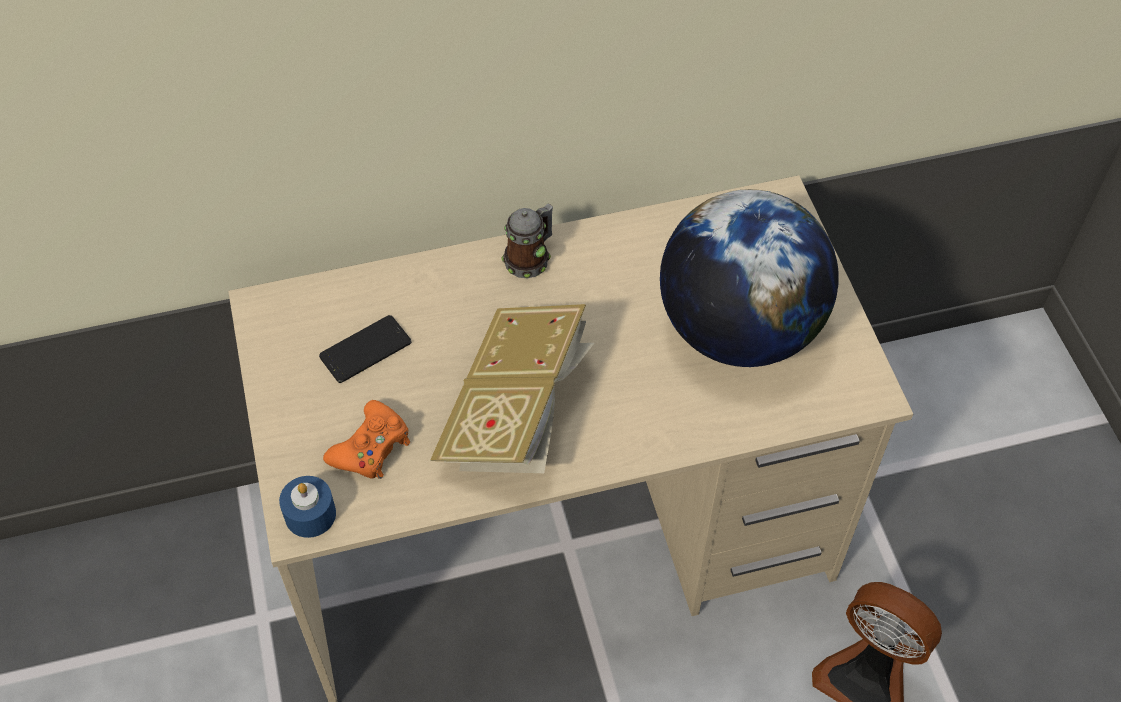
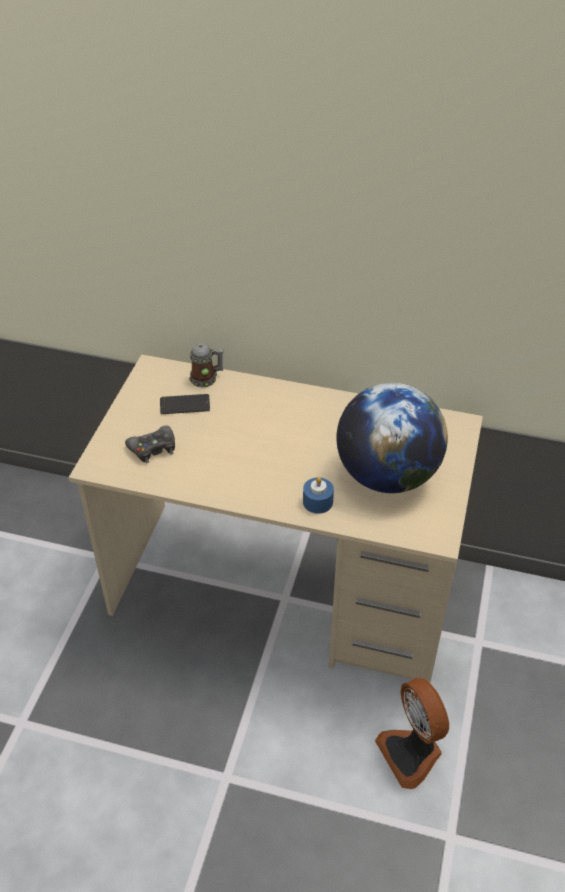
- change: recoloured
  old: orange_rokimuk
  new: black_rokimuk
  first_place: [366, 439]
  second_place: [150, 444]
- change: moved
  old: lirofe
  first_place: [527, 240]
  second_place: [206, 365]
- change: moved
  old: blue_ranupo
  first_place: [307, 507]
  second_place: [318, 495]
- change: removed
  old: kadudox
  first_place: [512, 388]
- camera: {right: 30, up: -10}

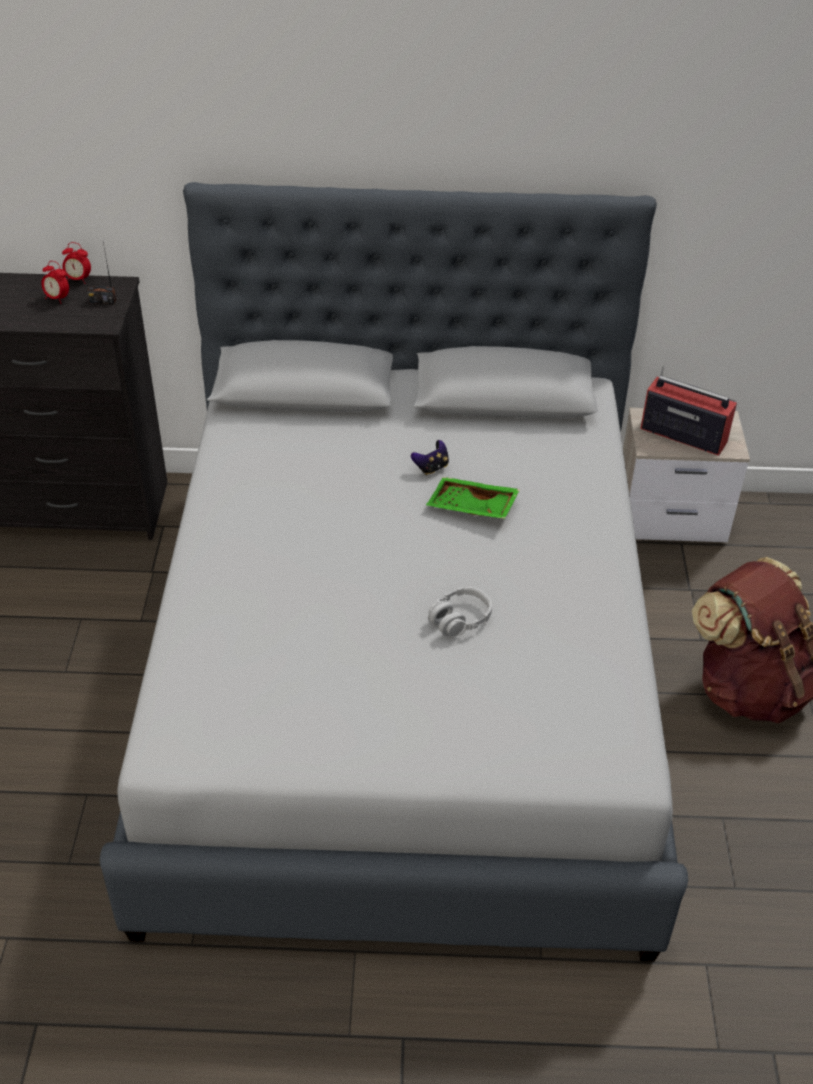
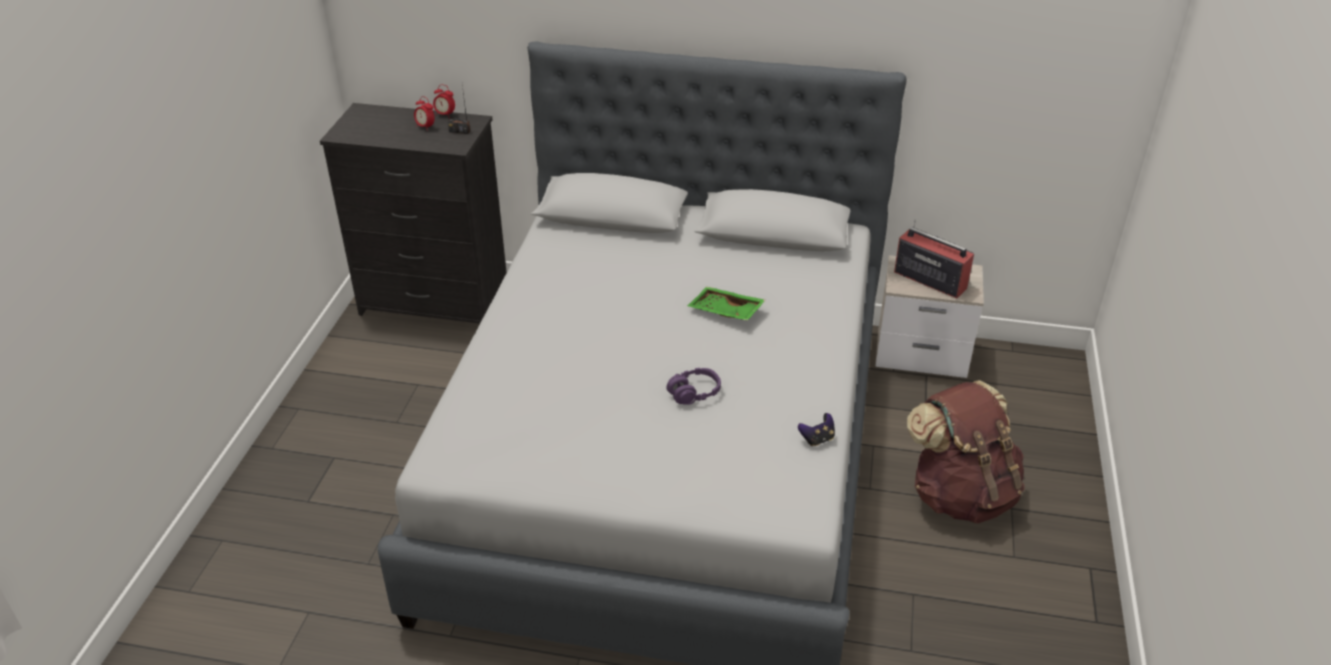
- change: recoloured
  old: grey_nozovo
  new: purple_nozovo
  first_place: [460, 611]
  second_place: [693, 386]
- change: moved
  old: rokimuk
  first_place: [430, 457]
  second_place: [816, 429]
- camera: {right: 10, up: -5}

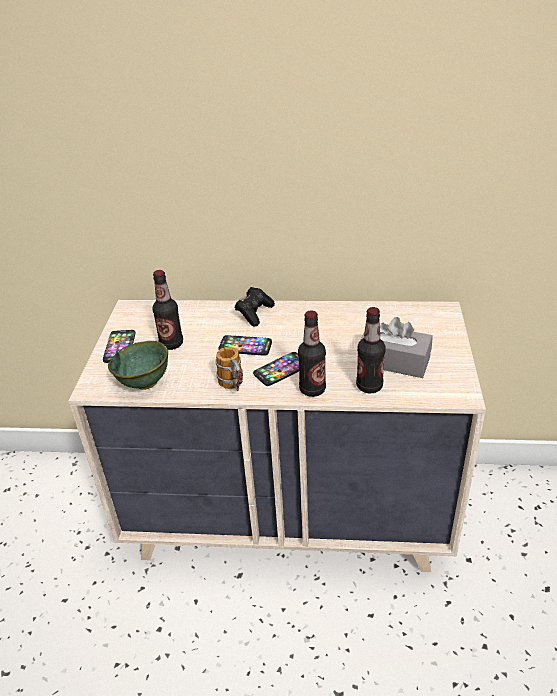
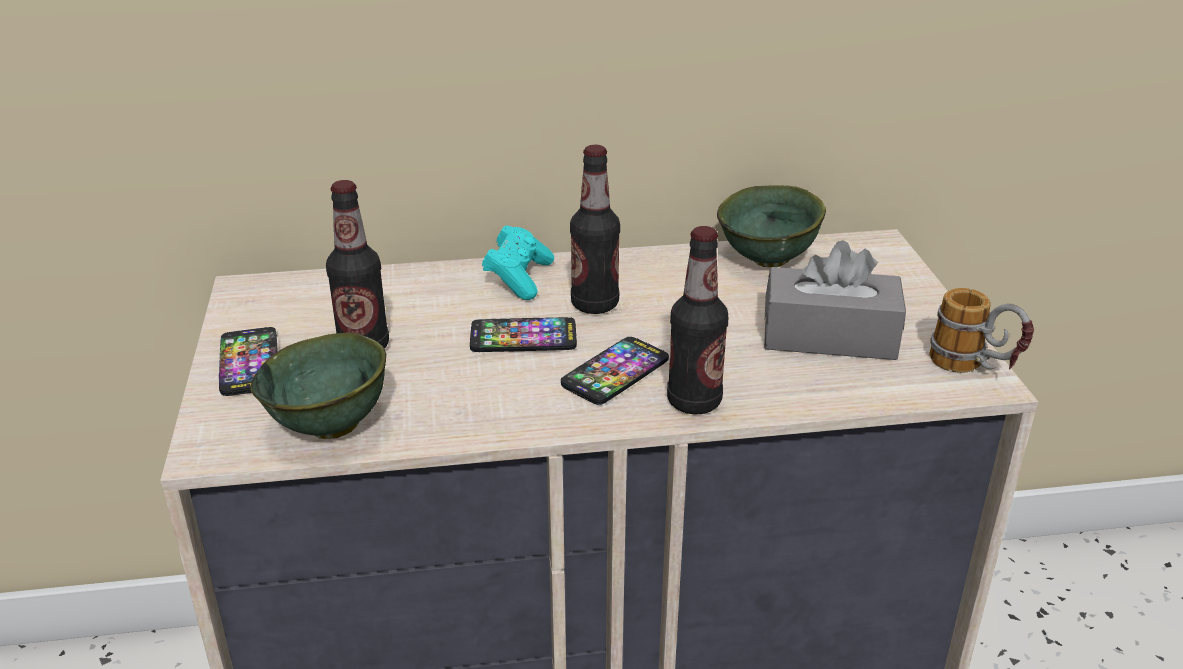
- change: recoloured
  old: black_rokimuk
  new: turquoise_rokimuk
  first_place: [255, 306]
  second_place: [518, 262]
- change: moved
  old: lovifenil
  first_place: [371, 350]
  second_place: [595, 229]
- change: added
  new: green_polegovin
  second_place: [771, 226]
- change: moved
  old: lirofe
  first_place: [229, 369]
  second_place: [981, 330]
- camera: {right: -15, up: -5}

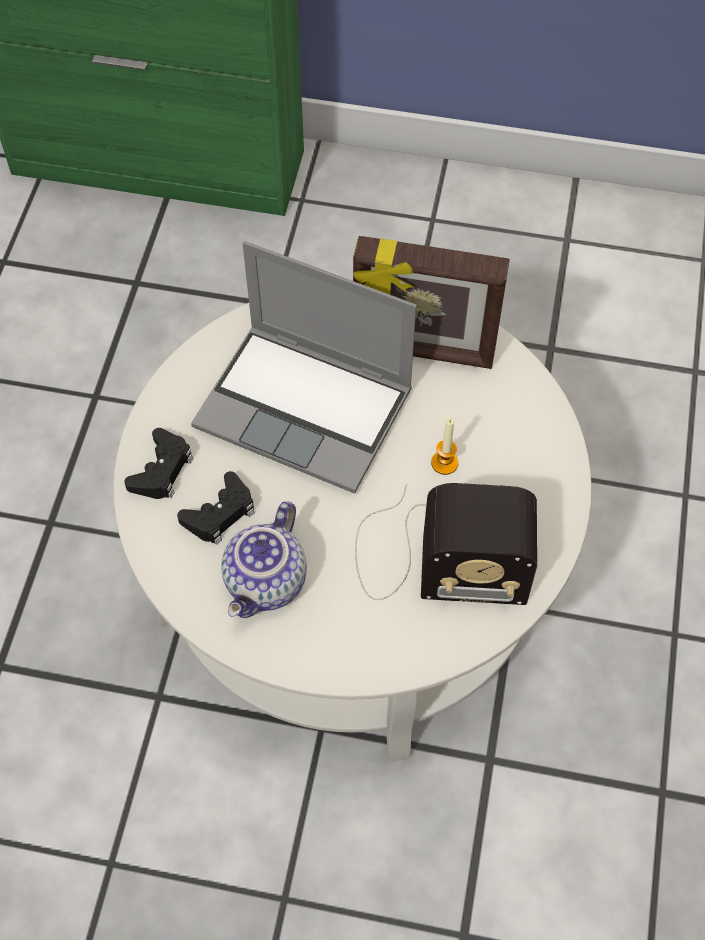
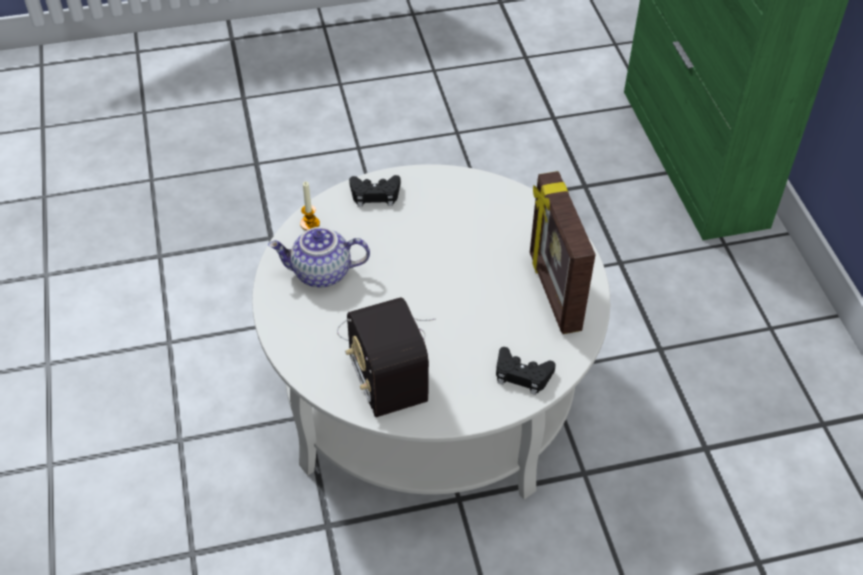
- change: moved
  old: ranupo
  first_place: [445, 446]
  second_place: [310, 206]
- change: moved
  old: black_rokimuk
  first_place: [216, 508]
  second_place: [526, 371]
- change: removed
  old: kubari
  first_place: [303, 367]
- camera: {right: 65, up: -10}

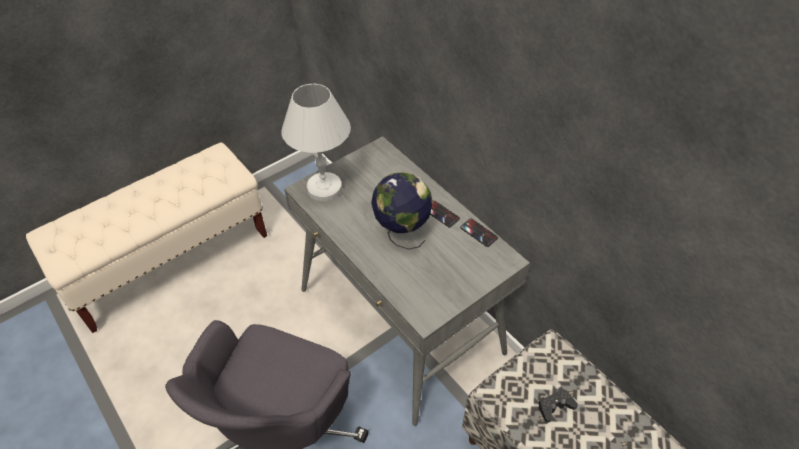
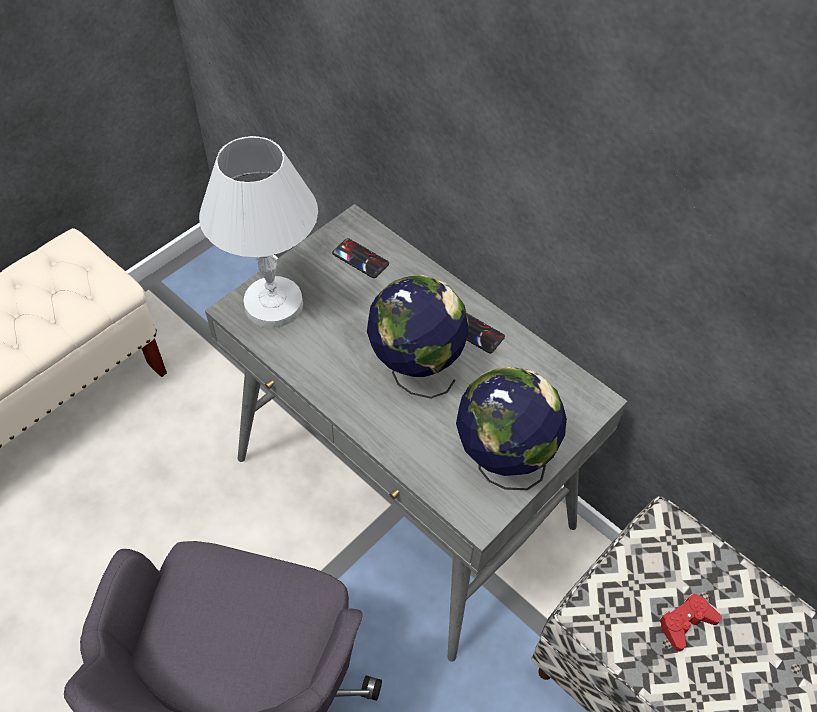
- change: moved
  old: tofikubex
  first_place: [479, 232]
  second_place: [360, 258]
- change: added
  new: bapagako
  second_place: [511, 428]
- change: recoloured
  old: black_rokimuk
  new: red_rokimuk
  first_place: [558, 405]
  second_place: [690, 622]
- camera: {right: -10, up: 5}

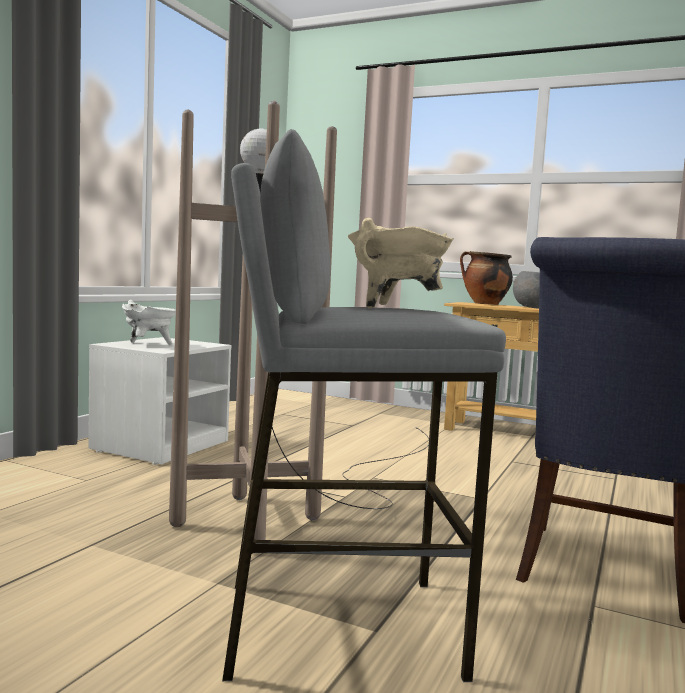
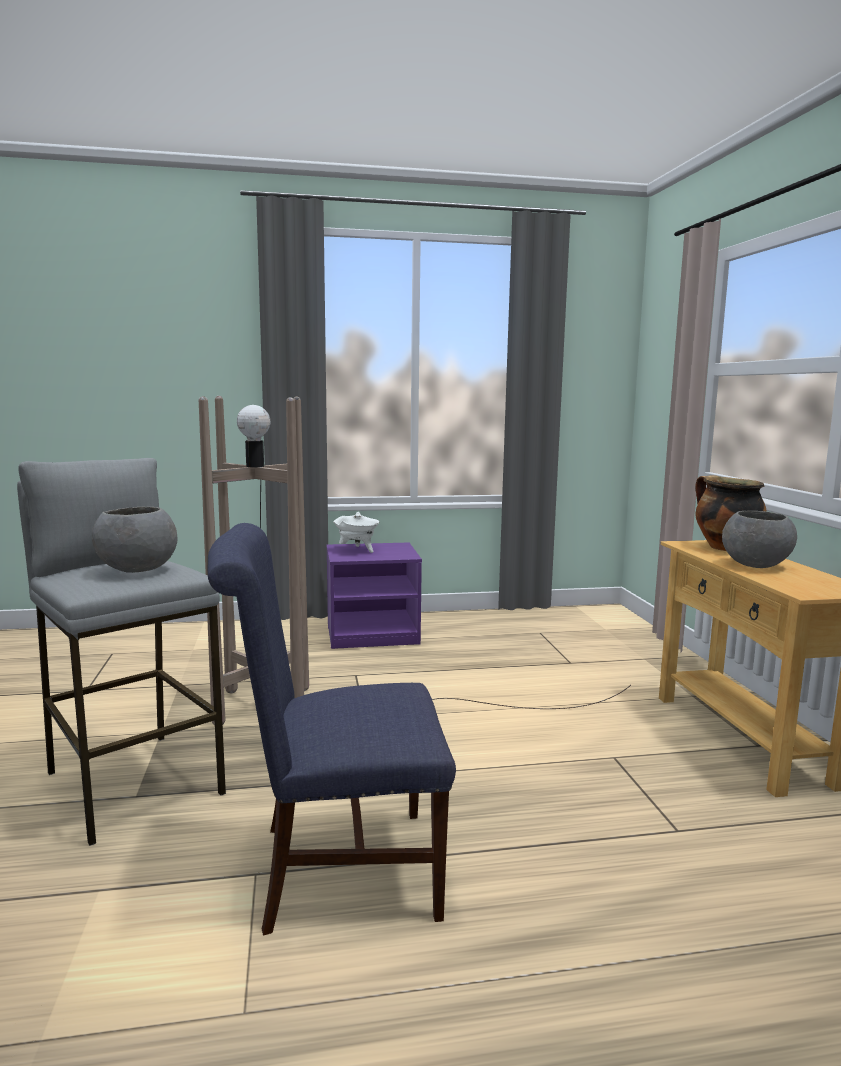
- change: replaced
  old: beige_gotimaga
  new: grey_polegovin
  first_place: [401, 263]
  second_place: [134, 540]
- change: recoloured
  old: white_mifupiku
  new: purple_mifupiku
  first_place: [159, 401]
  second_place: [374, 595]
- camera: {right: 55, up: 5}

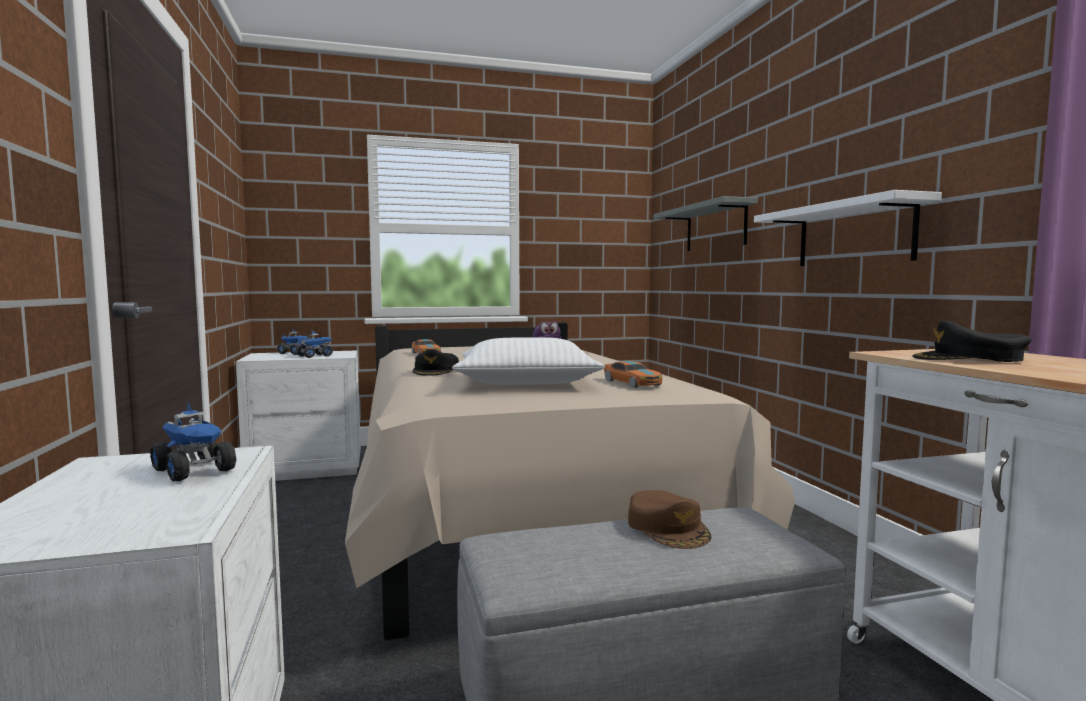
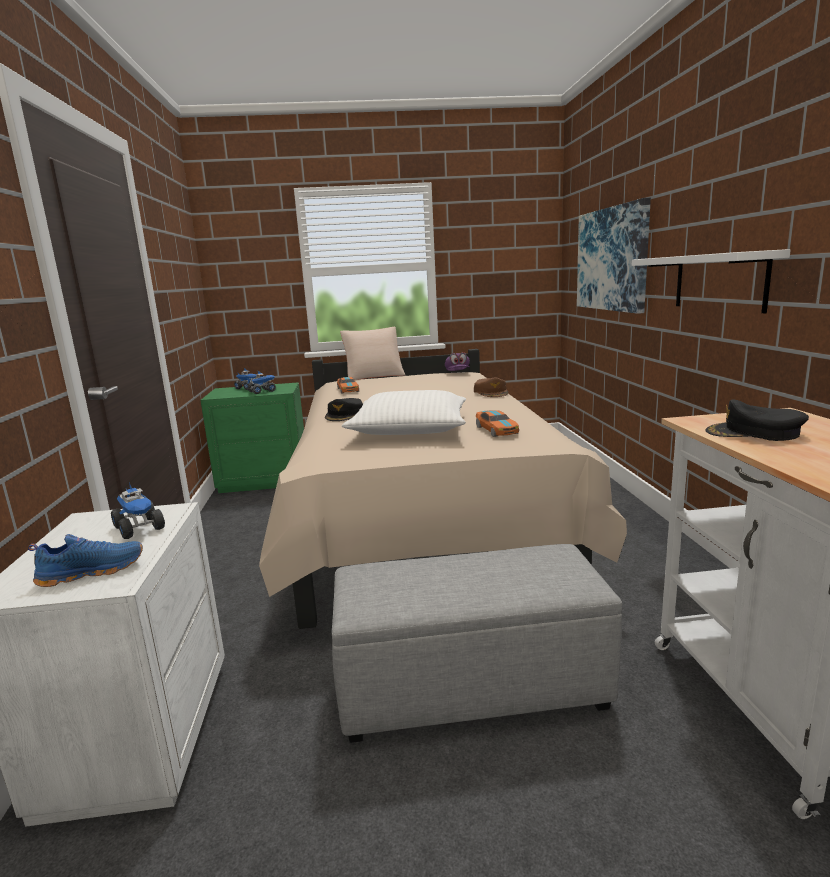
- change: added
  new: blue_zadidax
  second_place: [85, 560]
- change: recoloured
  old: white_mifupiku
  new: green_mifupiku
  first_place: [298, 415]
  second_place: [252, 437]
- change: added
  new: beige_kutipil
  second_place: [372, 353]
- change: moved
  old: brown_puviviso
  first_place: [670, 519]
  second_place: [491, 387]
- change: replaced
  old: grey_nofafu
  new: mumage
  first_place: [705, 223]
  second_place: [614, 255]
- camera: {right: 10, up: 10}

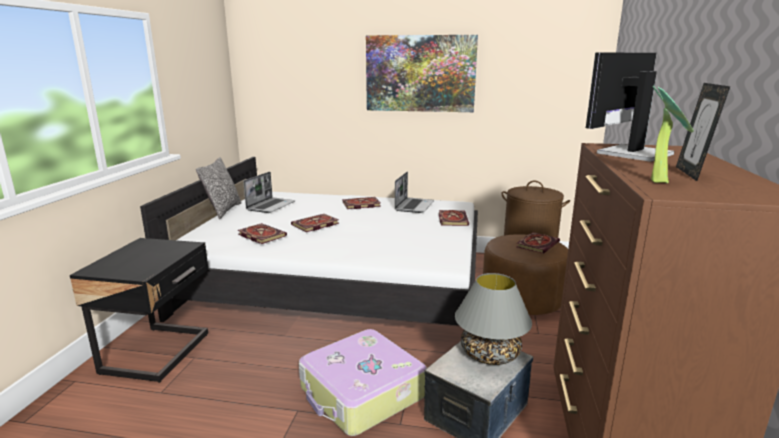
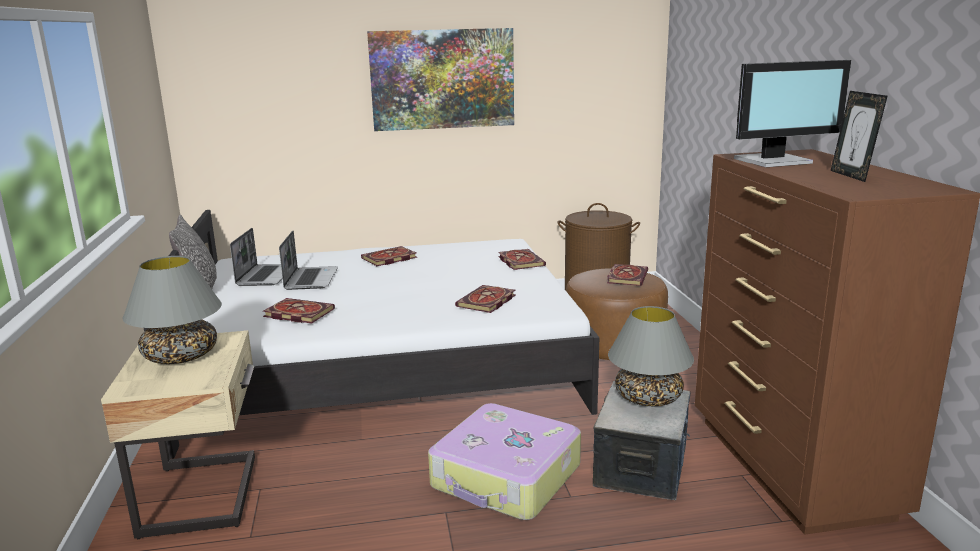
- change: recoloured
  old: black_mifupiku
  new: beige_mifupiku
  first_place: [139, 310]
  second_place: [178, 434]
- change: added
  new: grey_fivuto
  second_place: [172, 310]
- change: moved
  old: kubari
  first_place: [414, 192]
  second_place: [308, 260]
- change: moved
  old: kadudox
  first_place: [315, 223]
  second_place: [485, 299]
- change: turned
  old: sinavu
  first_place: [630, 107]
  second_place: [792, 113]
  degrees: -135
- change: removed
  old: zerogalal
  first_place: [672, 134]
- camera: {right: -20, up: 0}

